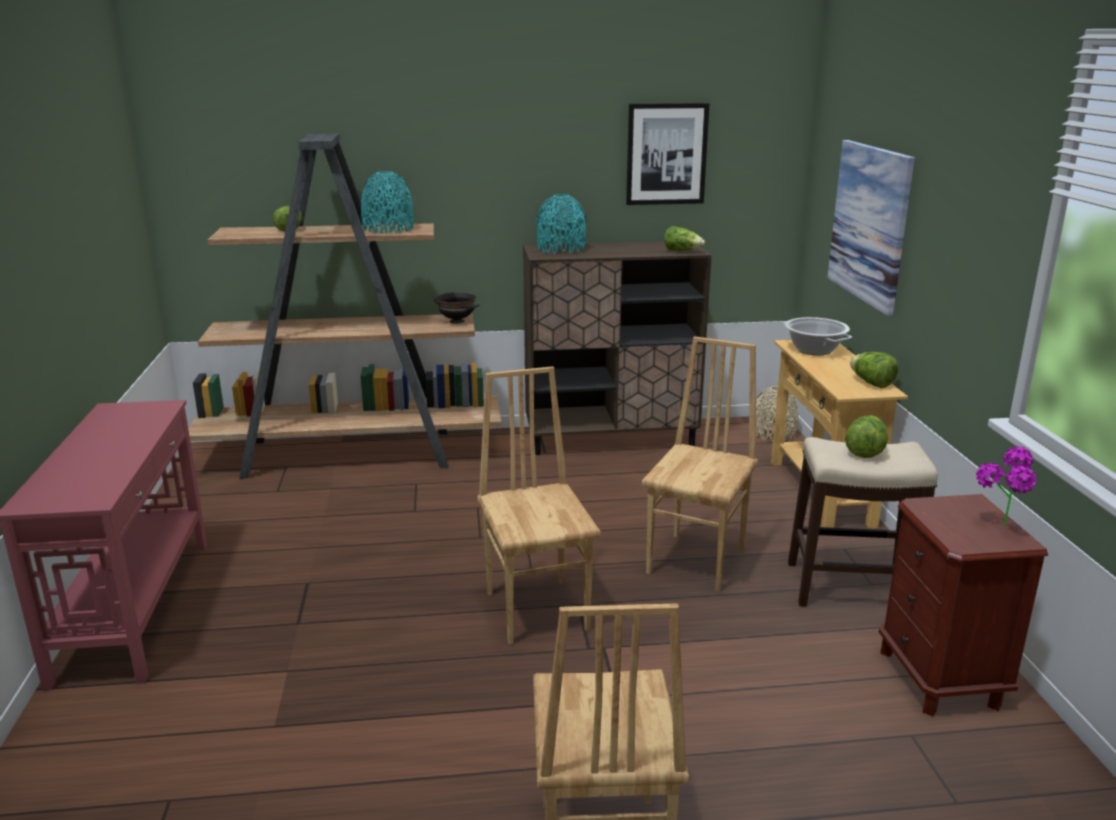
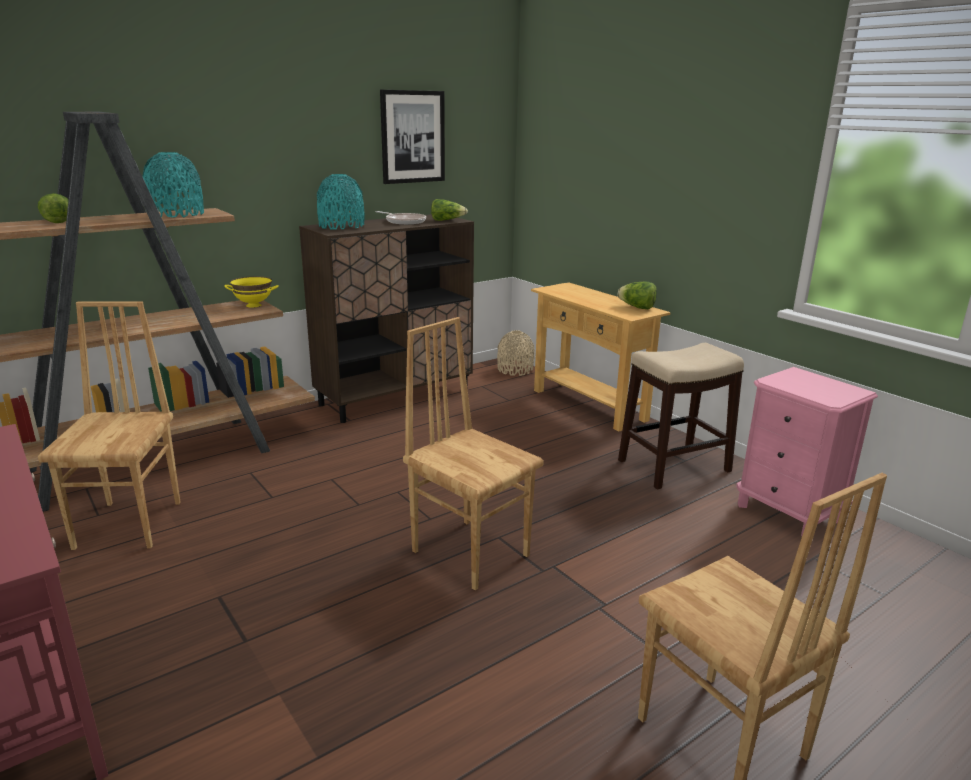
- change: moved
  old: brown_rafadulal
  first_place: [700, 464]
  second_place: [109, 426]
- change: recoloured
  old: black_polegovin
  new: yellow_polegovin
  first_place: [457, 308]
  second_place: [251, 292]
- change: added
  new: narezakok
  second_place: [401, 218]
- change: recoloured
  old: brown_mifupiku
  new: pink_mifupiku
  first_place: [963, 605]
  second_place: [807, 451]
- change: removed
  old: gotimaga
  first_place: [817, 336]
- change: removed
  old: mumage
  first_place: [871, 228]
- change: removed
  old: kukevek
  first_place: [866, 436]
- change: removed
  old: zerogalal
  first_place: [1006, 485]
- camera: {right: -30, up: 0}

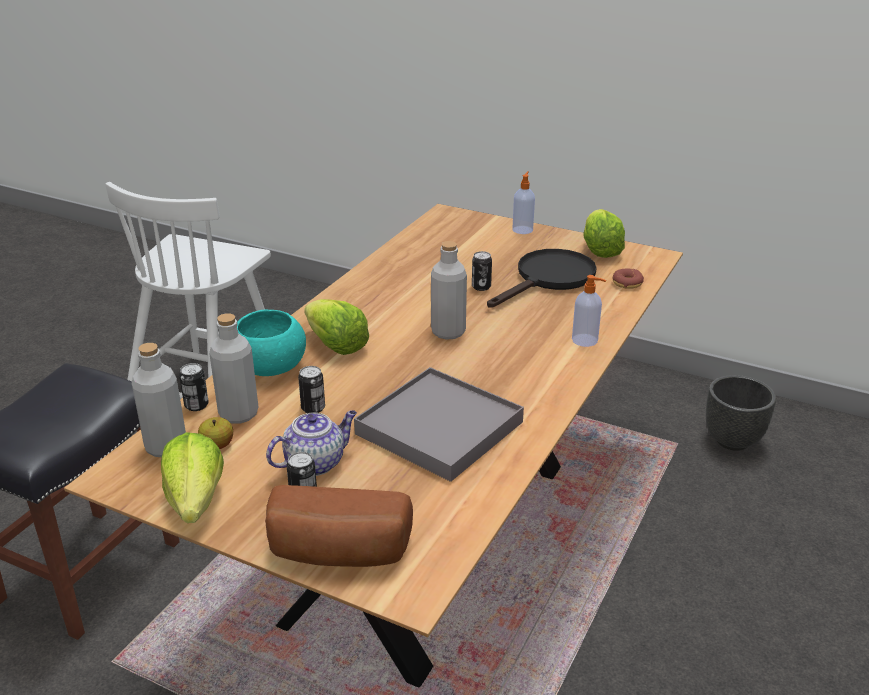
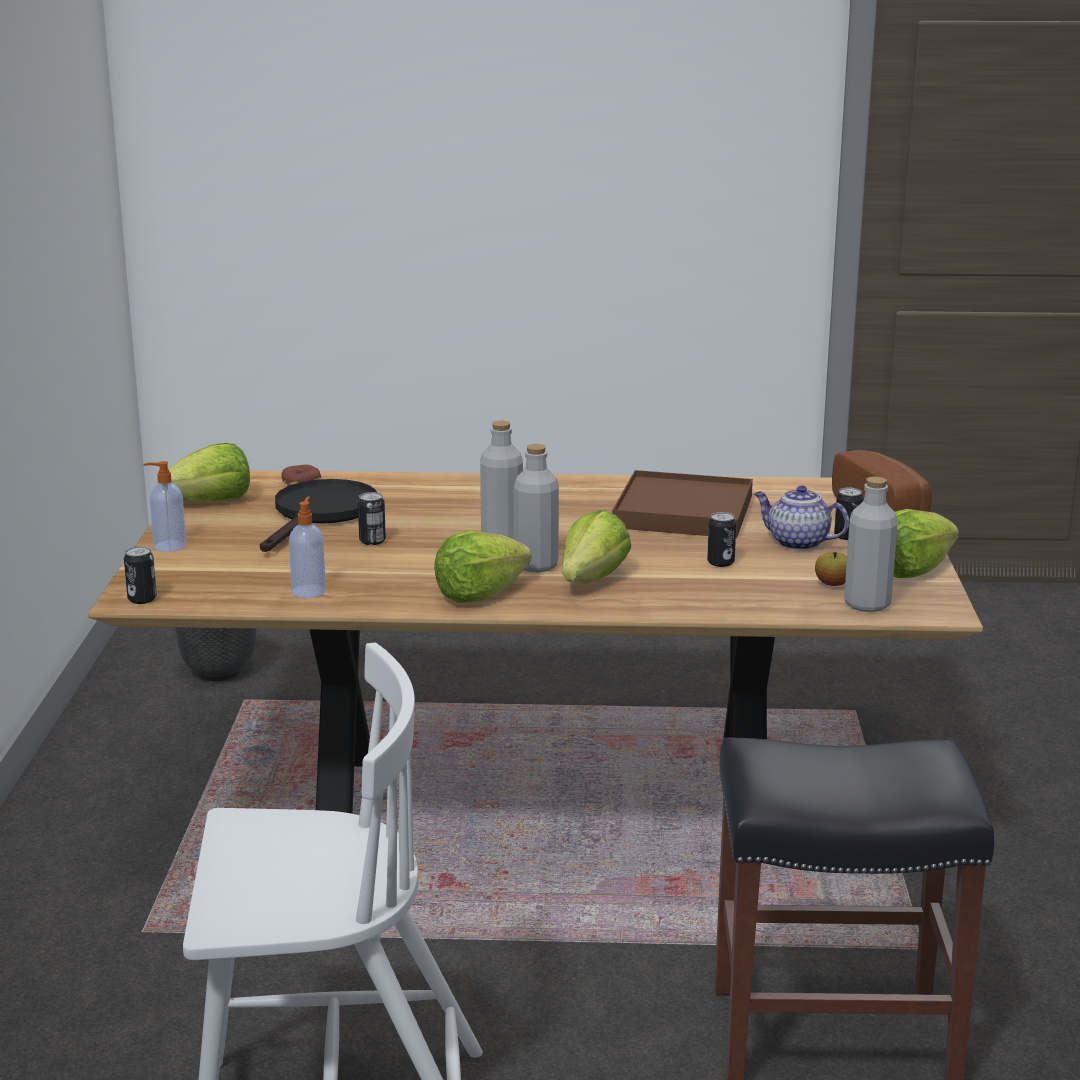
- change: moved
  old: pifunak
  first_place: [194, 387]
  second_place: [140, 575]
- change: turned
  old: black_narezakok
  first_place: [542, 278]
  second_place: [318, 515]
  degrees: 90
- change: moved
  old: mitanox
  first_place: [589, 311]
  second_place: [307, 547]
- change: added
  new: kukevek
  second_place: [482, 567]
- change: moved
  old: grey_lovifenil
  first_place: [234, 368]
  second_place: [536, 508]
- change: recoloured
  old: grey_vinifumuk
  new: brown_vinifumuk
  first_place: [439, 424]
  second_place: [682, 504]
- change: removed
  old: turquoise_polegovin
  first_place: [271, 343]
- camera: {right: -115, up: -10}

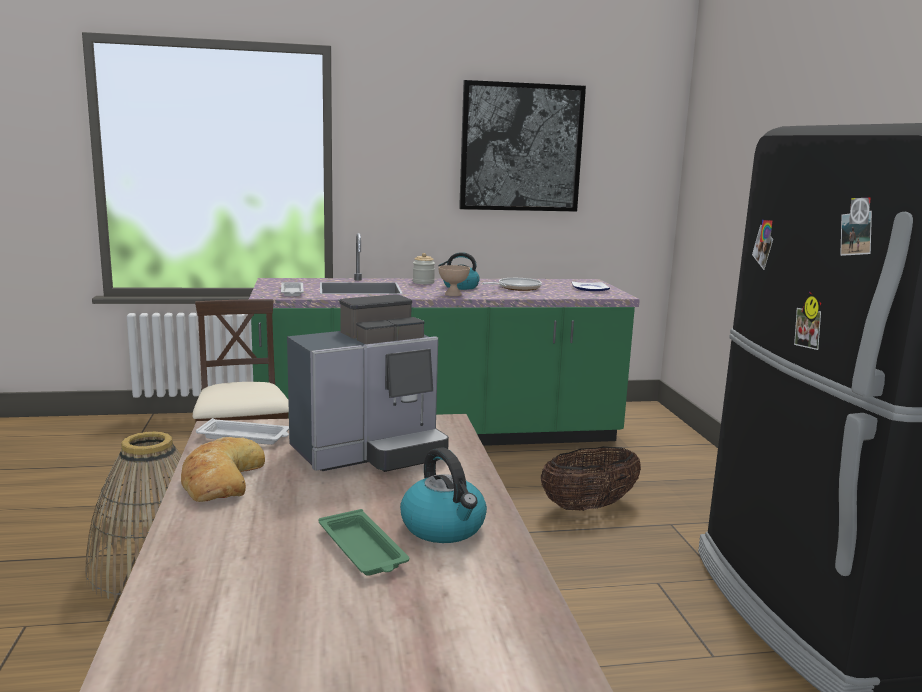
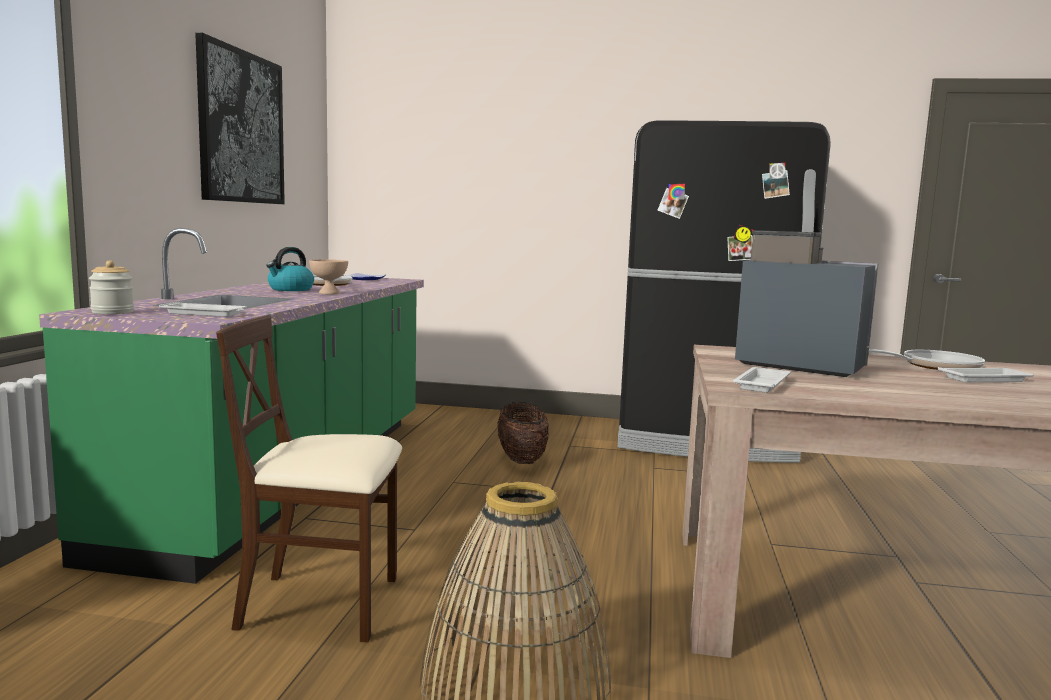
- change: moved
  old: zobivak
  first_place: [424, 268]
  second_place: [111, 287]
- change: turned
  old: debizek
  first_place: [368, 383]
  second_place: [806, 303]
  degrees: -45
- change: replaced
  old: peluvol
  new: narezakok
  first_place: [443, 495]
  second_place: [927, 359]
- change: recoloured
  old: green_vinifumuk
  new: white_vinifumuk
  first_place: [364, 542]
  second_place: [986, 374]
- change: removed
  old: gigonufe
  first_place: [223, 469]
- camera: {right: -70, up: -5}

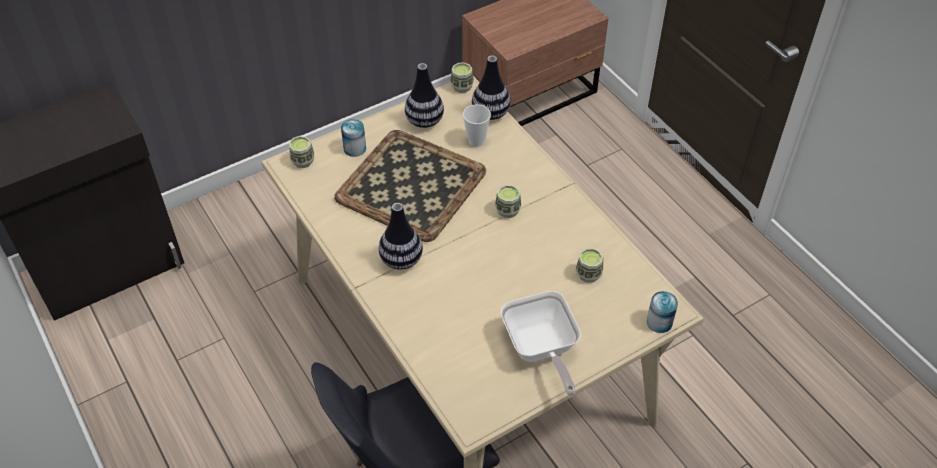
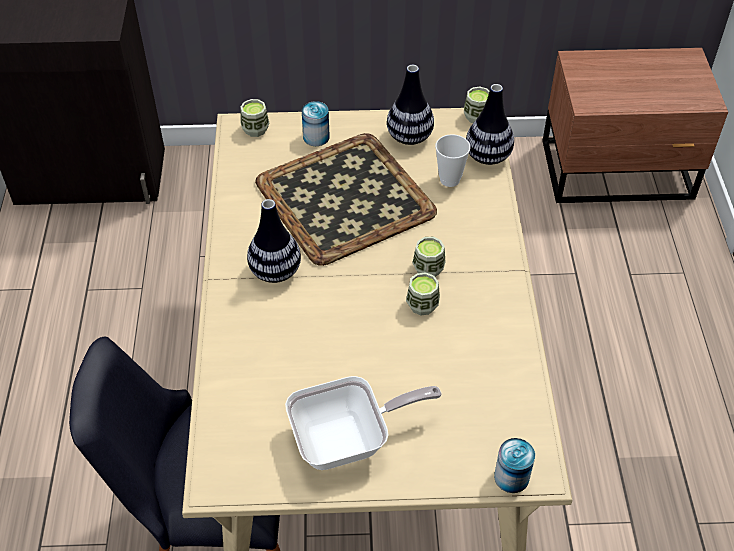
- change: turned
  old: narezakok
  first_place: [540, 343]
  second_place: [363, 423]
  degrees: -120
- change: moved
  old: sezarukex
  first_place: [589, 265]
  second_place: [423, 293]
- camera: {right: 30, up: 0}

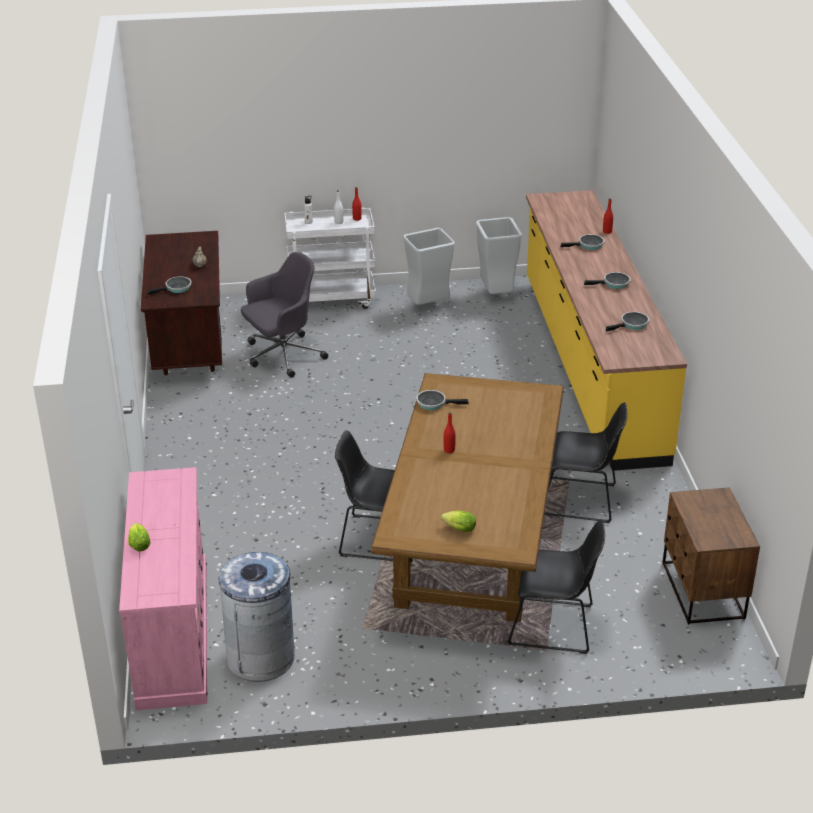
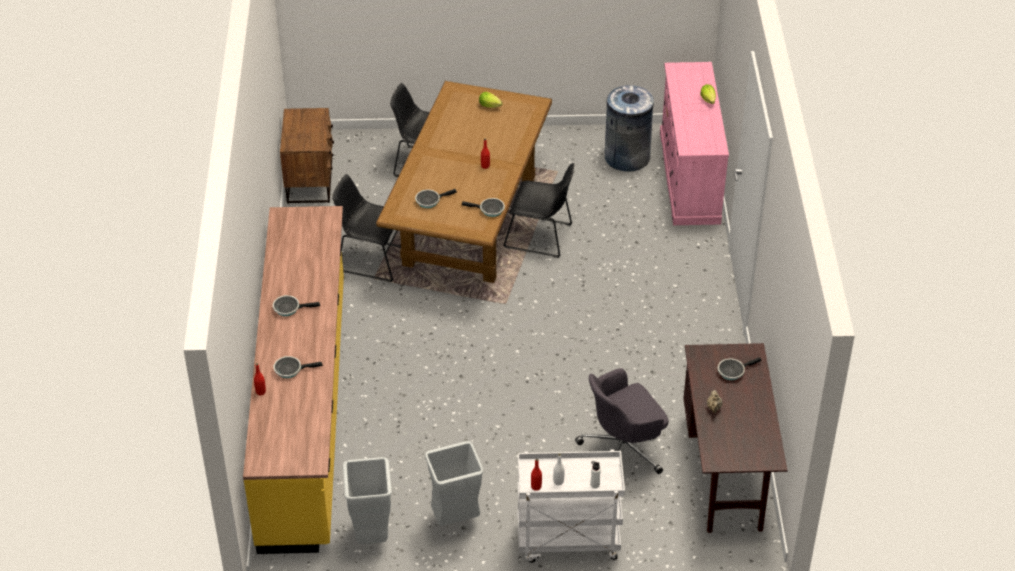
- change: moved
  old: narezakok
  first_place: [627, 322]
  second_place: [436, 198]
- camera: {right: -175, up: 10}

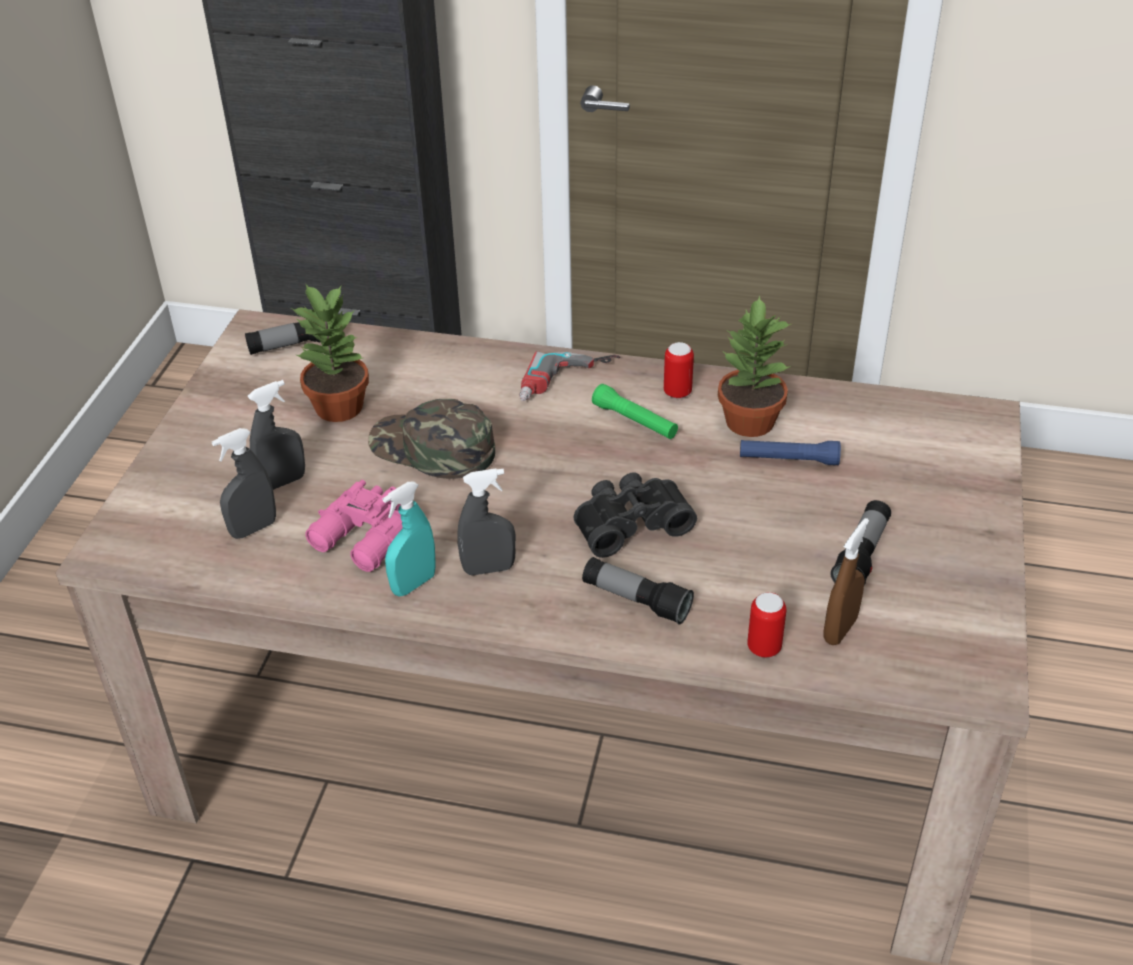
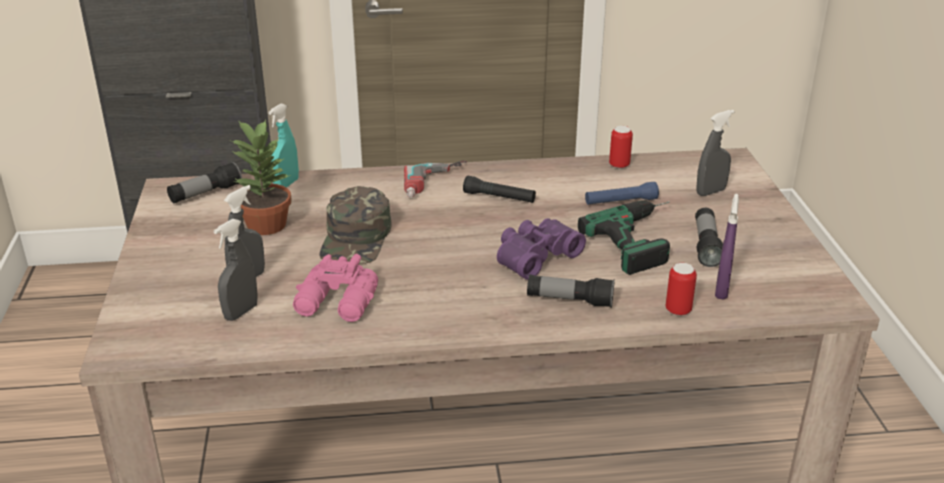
- change: moved
  old: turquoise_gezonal
  first_place: [408, 539]
  second_place: [283, 146]
- change: turned
  old: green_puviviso
  first_place: [431, 439]
  second_place: [355, 225]
  degrees: -90
- change: recoloured
  old: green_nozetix
  new: black_nozetix
  first_place: [635, 411]
  second_place: [499, 189]
- change: recoloured
  old: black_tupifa
  new: purple_tupifa
  first_place: [635, 515]
  second_place: [541, 249]
- change: added
  new: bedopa
  second_place: [624, 237]
- change: moved
  old: pifunak
  first_place: [679, 370]
  second_place: [621, 147]
- change: moved
  old: grey_gezonal
  first_place: [486, 521]
  second_place: [715, 153]
- change: recoloured
  old: brown_gezonal
  new: purple_gezonal
  first_place: [846, 581]
  second_place: [727, 247]
- change: removed
  old: zerogalal
  first_place: [754, 366]
- camera: {right: -20, up: -10}

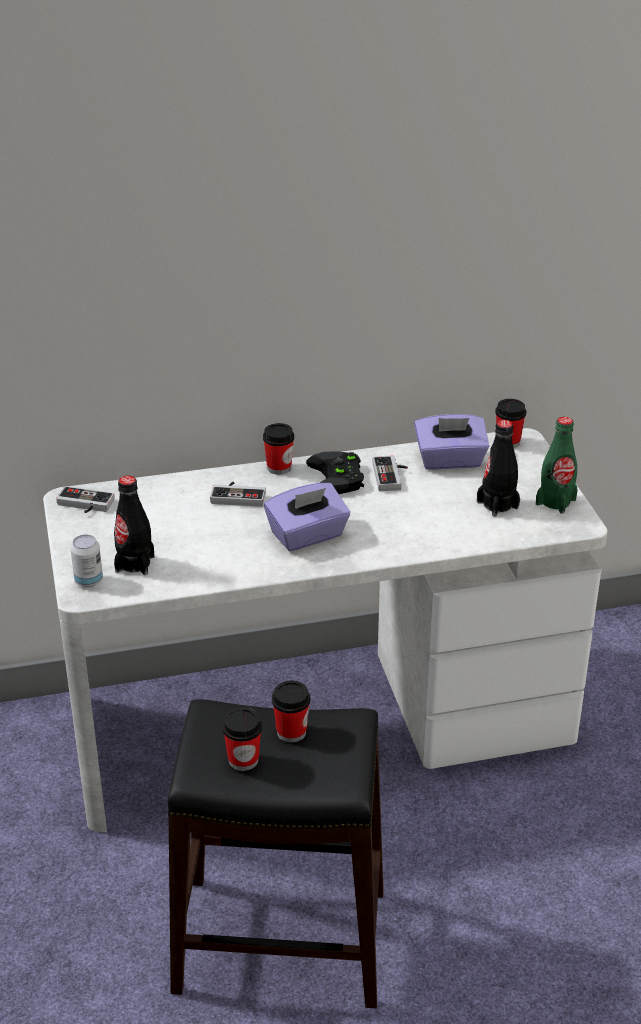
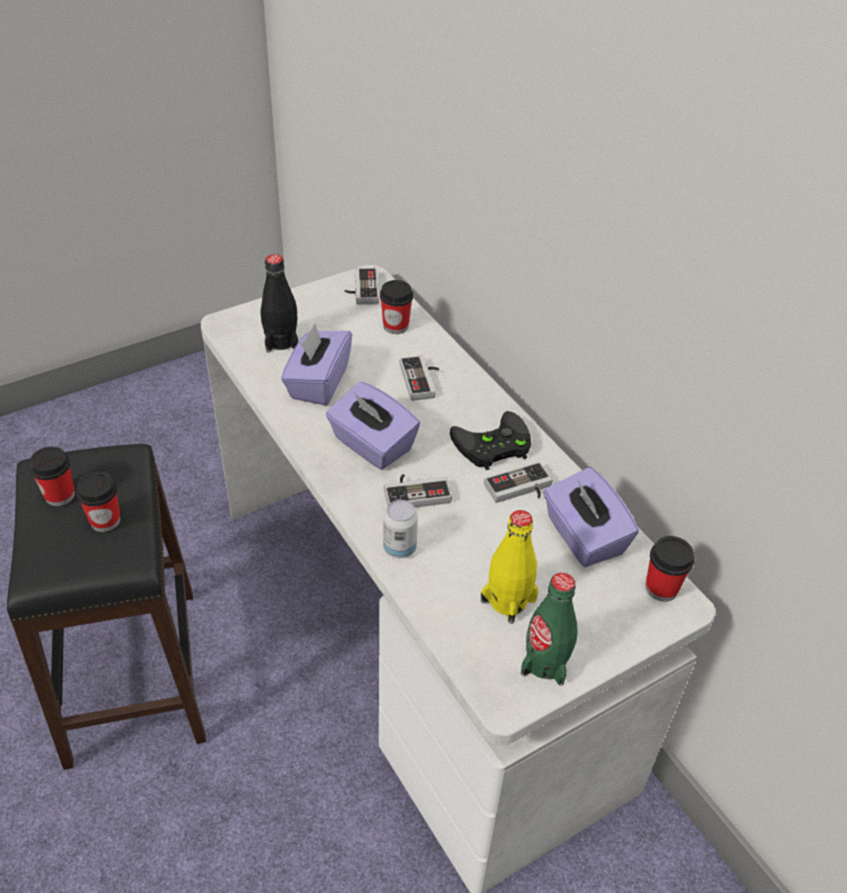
- change: added
  new: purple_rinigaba
  second_place: [316, 365]
- change: moved
  old: sezarukex
  first_place: [278, 448]
  second_place: [396, 307]
- change: moved
  old: pifunak
  first_place: [86, 561]
  second_place: [400, 529]
- change: added
  new: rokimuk
  second_place: [418, 491]
- change: recoloured
  old: black_lovifenil
  new: yellow_lovifenil
  first_place: [498, 468]
  second_place: [509, 567]
- camera: {right: 70, up: 10}

